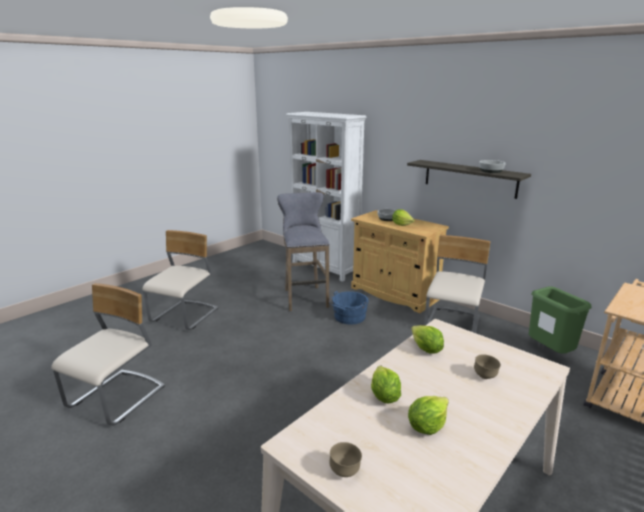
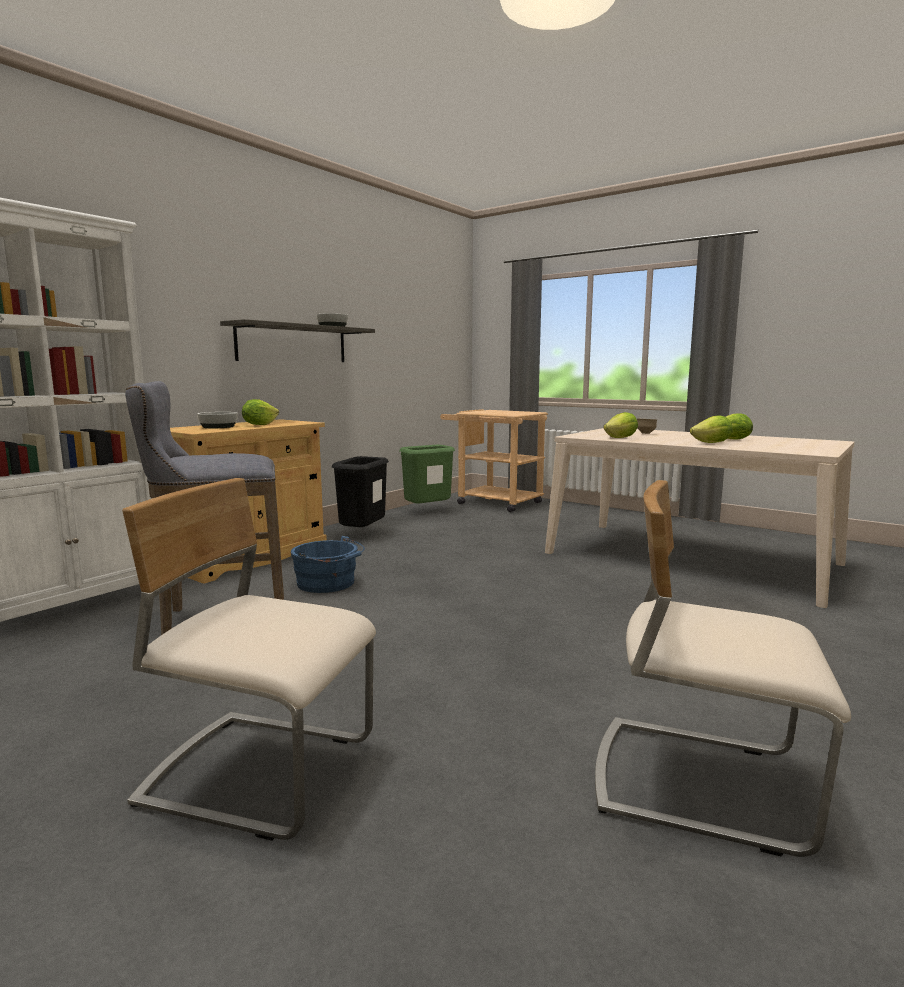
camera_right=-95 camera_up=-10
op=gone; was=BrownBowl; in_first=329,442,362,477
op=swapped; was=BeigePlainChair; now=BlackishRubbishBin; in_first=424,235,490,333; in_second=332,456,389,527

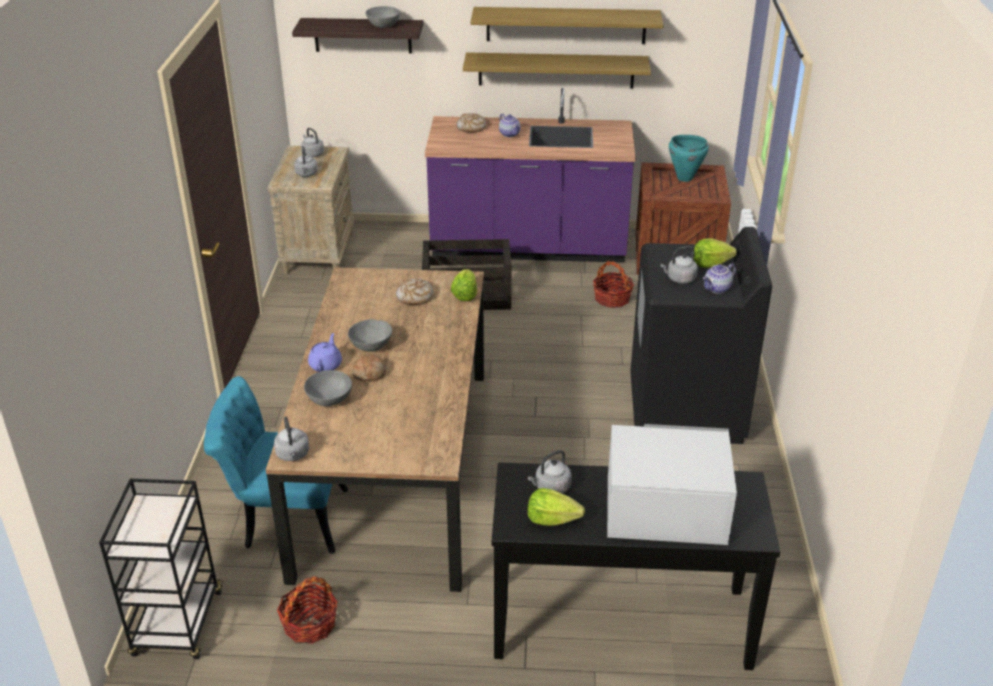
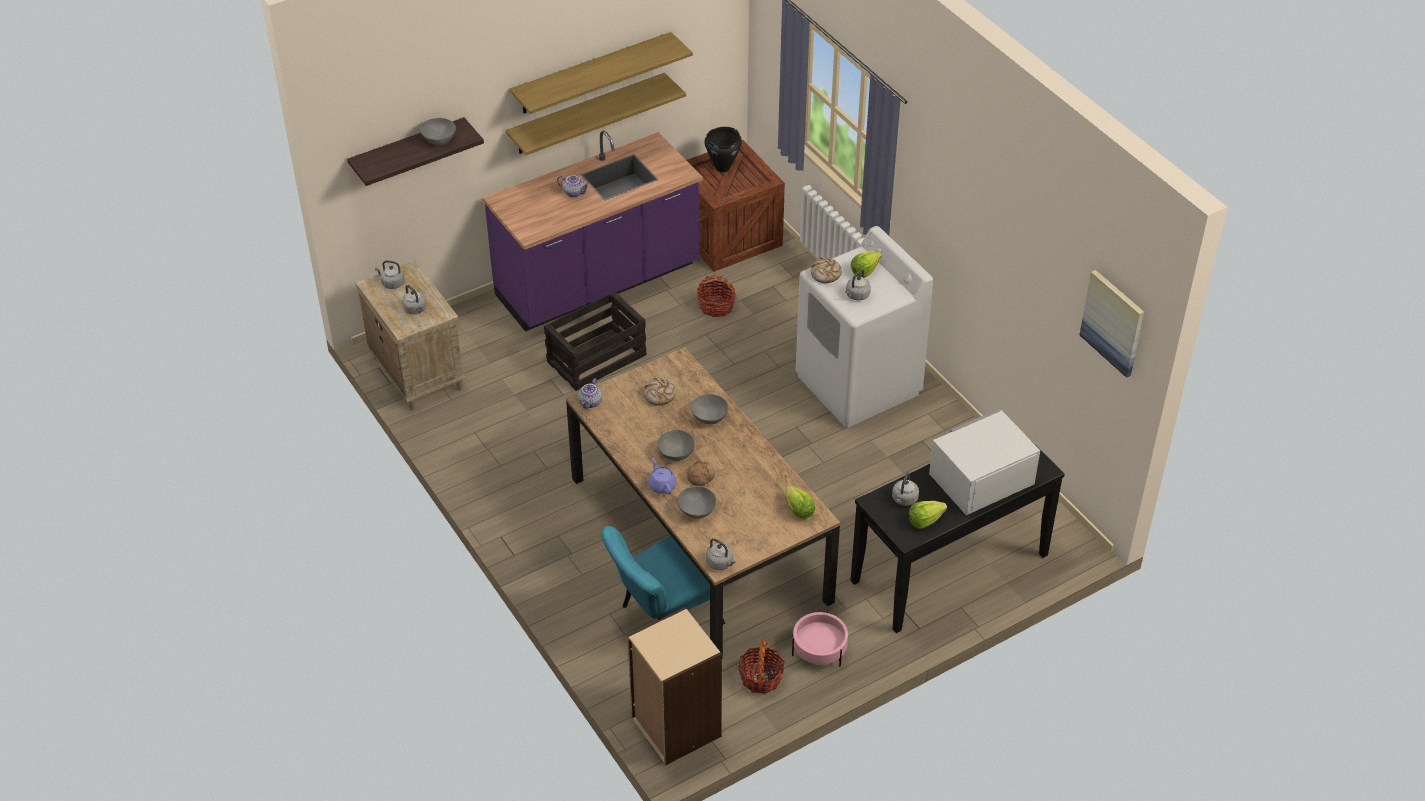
camera_right=-35 camera_up=10
op=swapped; was=BlackishWheeledCart; now=BeigeBookcase; in_first=99,479,223,659; in_second=627,607,722,766
op=shifted; was=HeadOfLettuce; in_first=451,269,477,301; in_second=786,485,815,519
op=shifted; was=Bread; in_first=456,113,486,133; in_second=811,257,842,283
op=repainted; was=BlackishLaundryMachine; now=WhitishLaundryMachine; in_first=630,227,772,444; in_second=796,226,933,428
op=repainted; was=TurquoiseSaucepot; now=BlackishSaucepot; in_first=669,135,709,182; in_second=704,127,742,172
op=shifted; was=TeaPot; in_first=703,263,736,294; in_second=578,378,602,409
op=new; now=GreyBowl; in_second=691,394,728,424
op=new; now=PinkFlowerPot; in_second=792,612,848,667
op=new; now=Picture; in_second=1080,270,1144,378

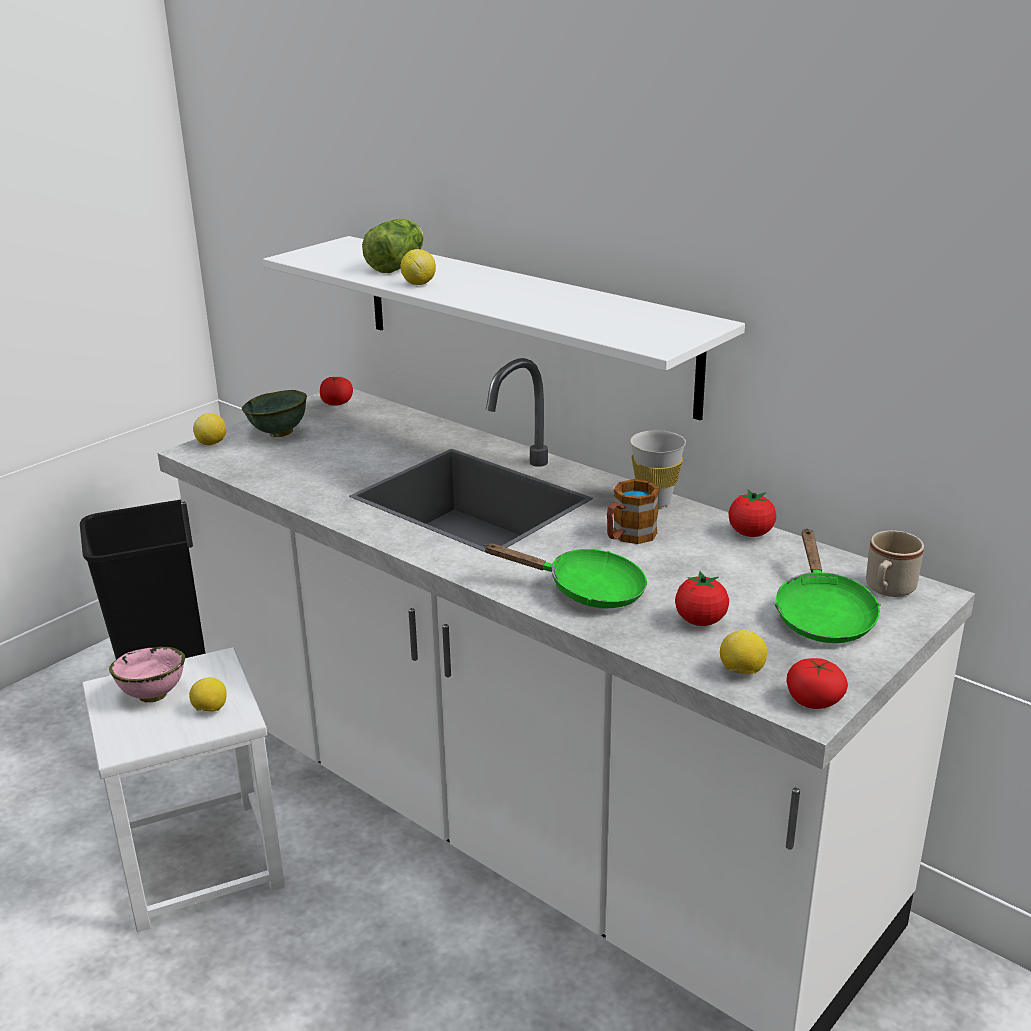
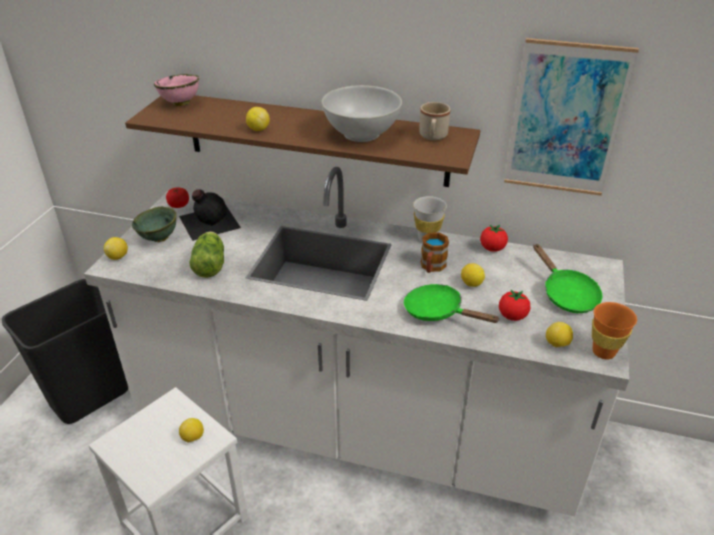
camera_right=-25 camera_up=10
op=shifted; was=PinkBowl; in_first=109,647,186,703; in_second=154,74,199,106
op=repainted; was=WhitishShelf; now=BrownShelf; in_first=263,236,745,421; in_second=125,95,480,187
op=shifted; was=HeadOfLettuce; in_first=362,218,424,273; in_second=189,232,224,278
op=rotated; was=GreenishPan; in_first=483,543,647,608; in_second=404,284,500,323; clockwise=-135
op=swapped; was=WholeTomato; now=OrangeyCup; in_first=786,658,848,709; in_second=592,302,637,360
op=shifted; was=BeigeMug; in_first=866,530,924,597; in_second=419,102,451,141
op=new; now=BlackishBeverageBottle; in_second=179,189,241,241
op=new; now=WhitishBowl; in_second=321,85,402,142
op=new; now=WholeLemon; in_second=461,263,485,287
op=new; now=Picture; in_second=504,38,639,196

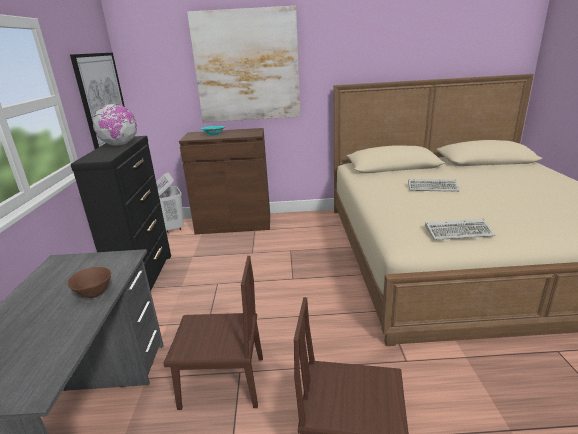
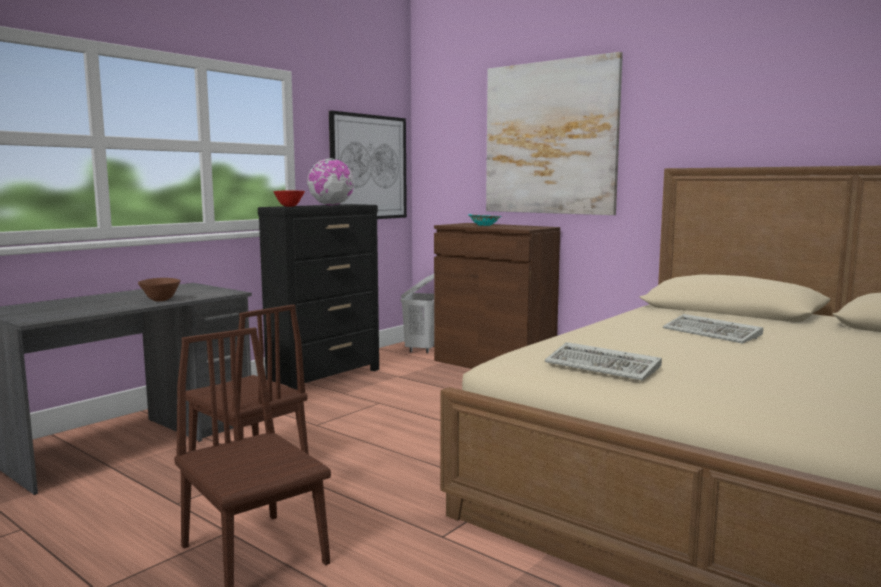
camera_right=40 camera_up=-15
op=new; now=RedBowl; in_second=273,191,305,207

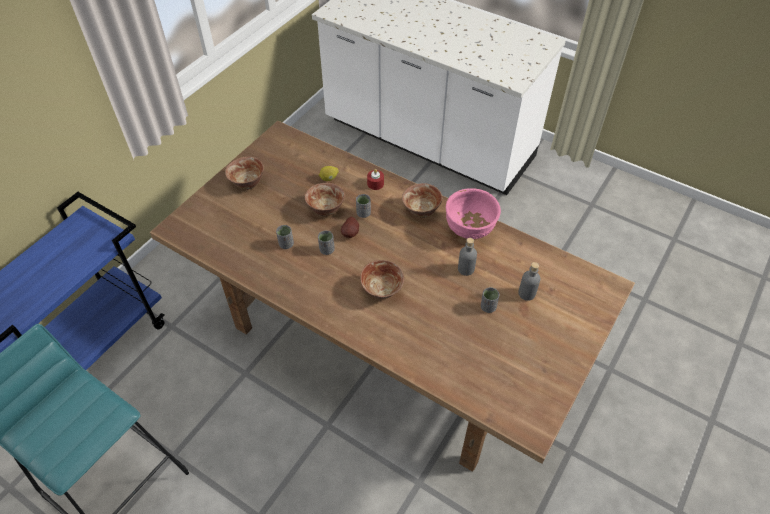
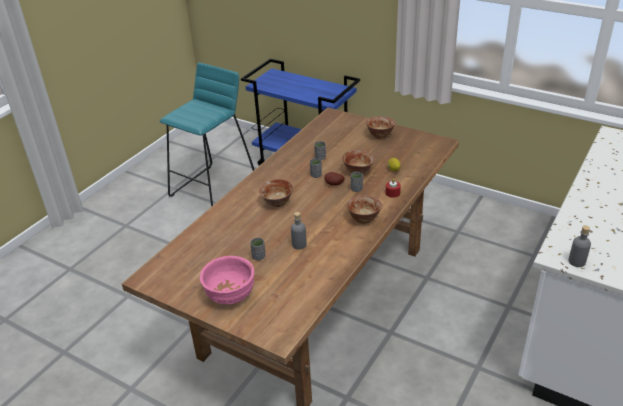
camera_right=90 camera_up=-15
op=shifted; was=PinkBowl; in_first=446,188,501,239; in_second=200,256,254,305
op=shifted; was=GreyBeverageBottle; in_first=518,262,540,301; in_second=568,225,591,267

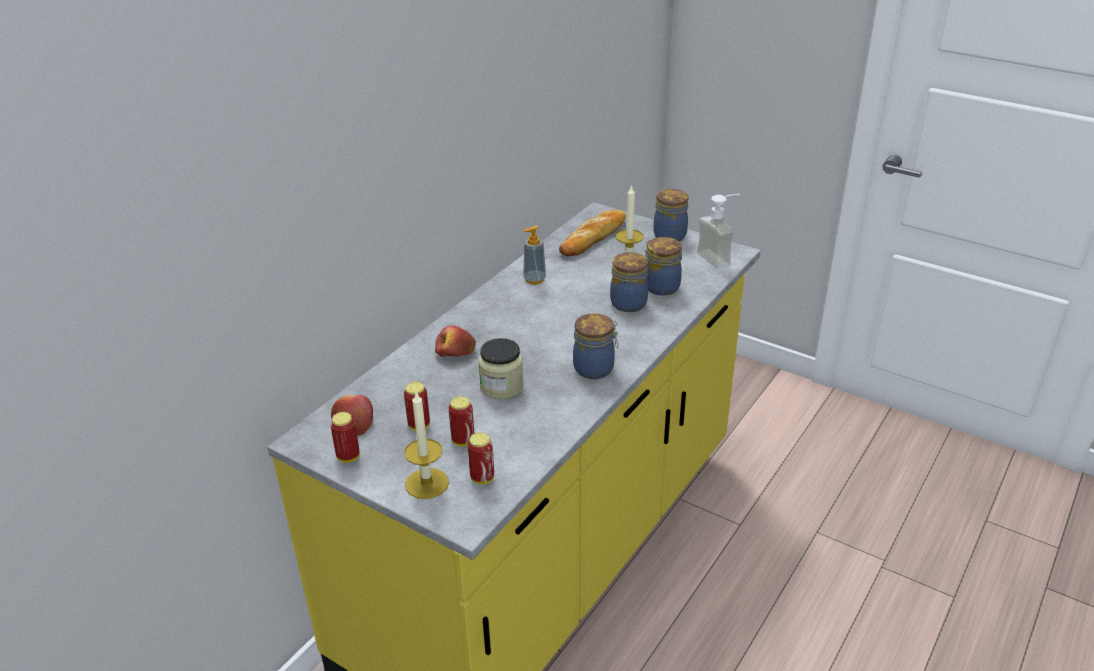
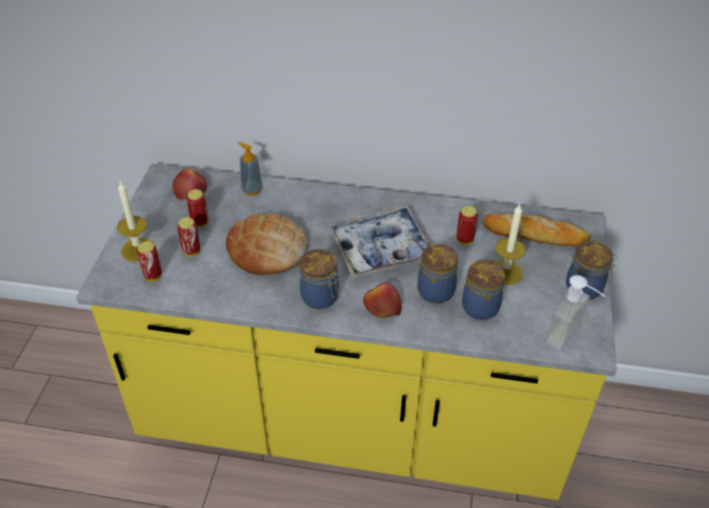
camera_right=65 camera_up=10
op=shifted; was=SealedCan; in_first=330,412,360,463; in_second=457,206,478,245
op=shifted; was=AppleFruit; in_first=435,325,476,357; in_second=363,282,402,318
op=swapped; was=StorageJar; now=Bread; in_first=478,338,523,399; in_second=226,213,307,275
op=shifted; was=SoapDispenser; in_first=523,225,546,284; in_second=238,142,263,196
op=new; now=ServingTray; in_second=329,206,430,277

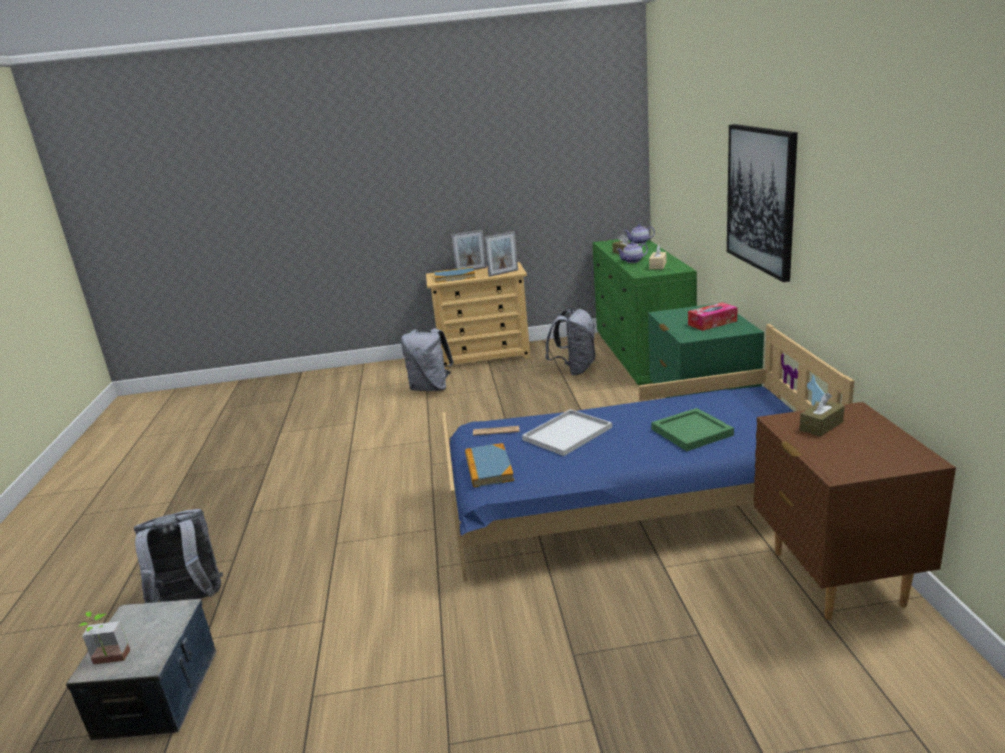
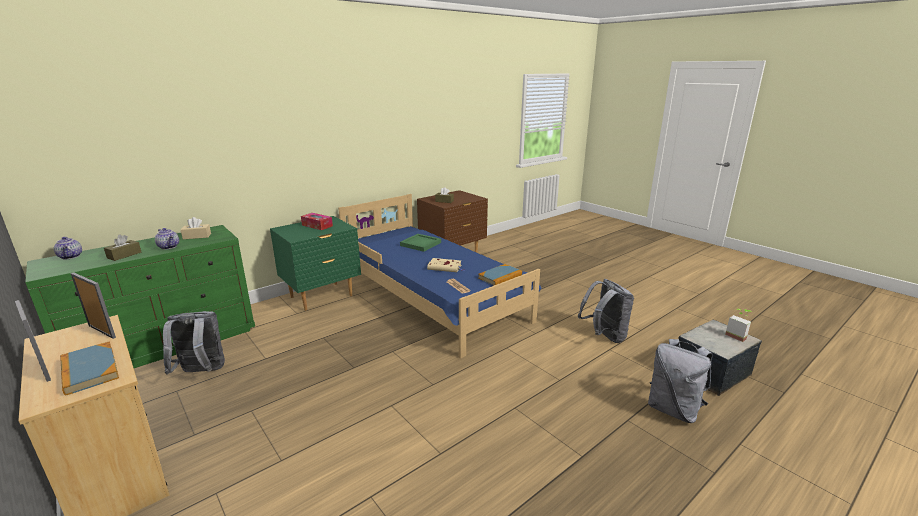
camera_right=-125 camera_up=0
op=shifted; was=GreyBackpack; in_first=401,328,454,391; in_second=578,279,634,343
op=swapped; was=WhitishServingTray; now=BeigeBook; in_first=522,409,612,456; in_second=427,258,464,272
op=gone; was=Picture; in_first=727,124,798,282

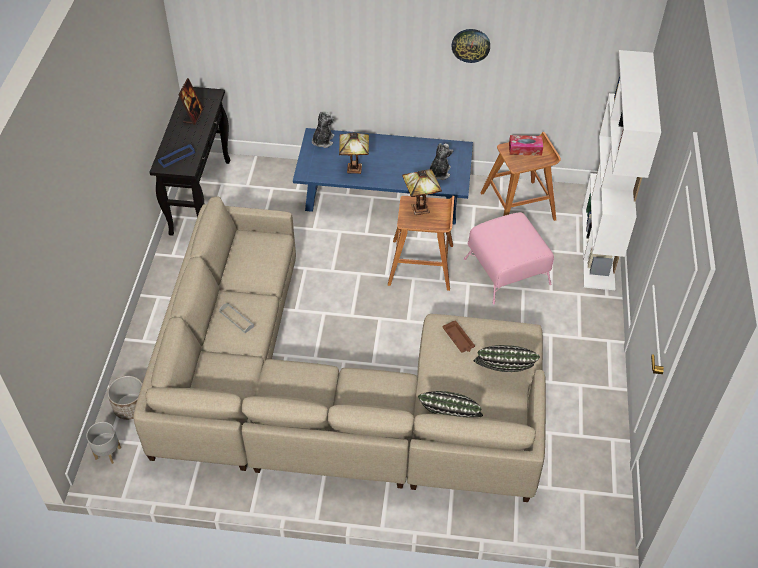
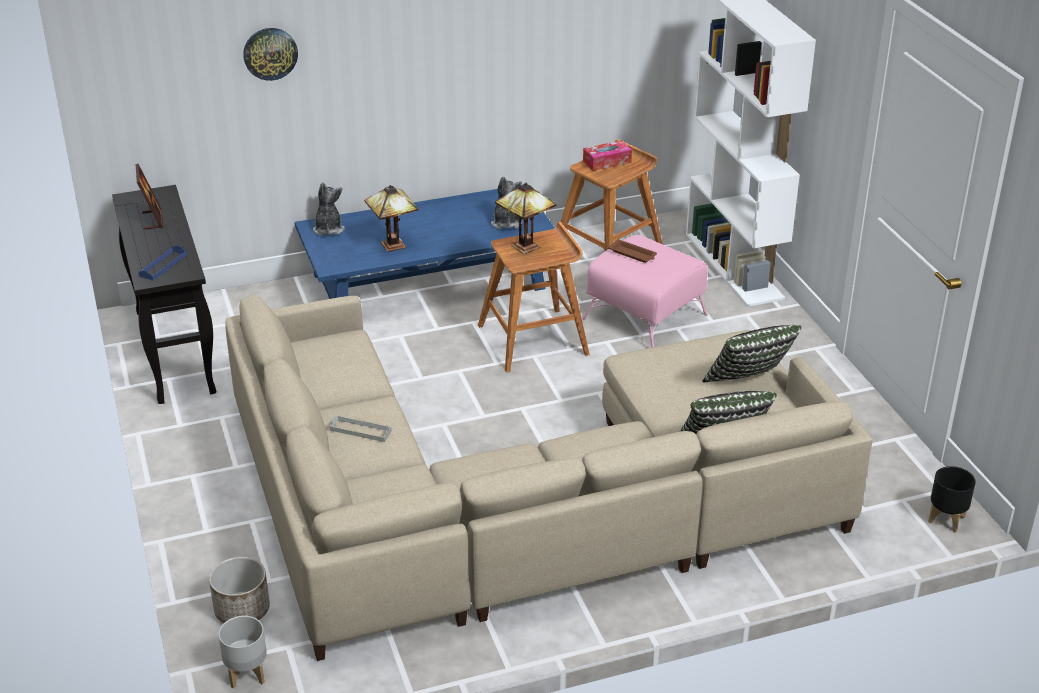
camera_right=-25 camera_up=-15
op=shifted; was=BrownServingTray; in_first=442,320,475,353; in_second=608,239,657,263
op=shifted; was=HangingClock; in_first=452,29,490,63; in_second=243,28,298,81
op=new; now=BlackishFlowerPot; in_second=928,466,976,532

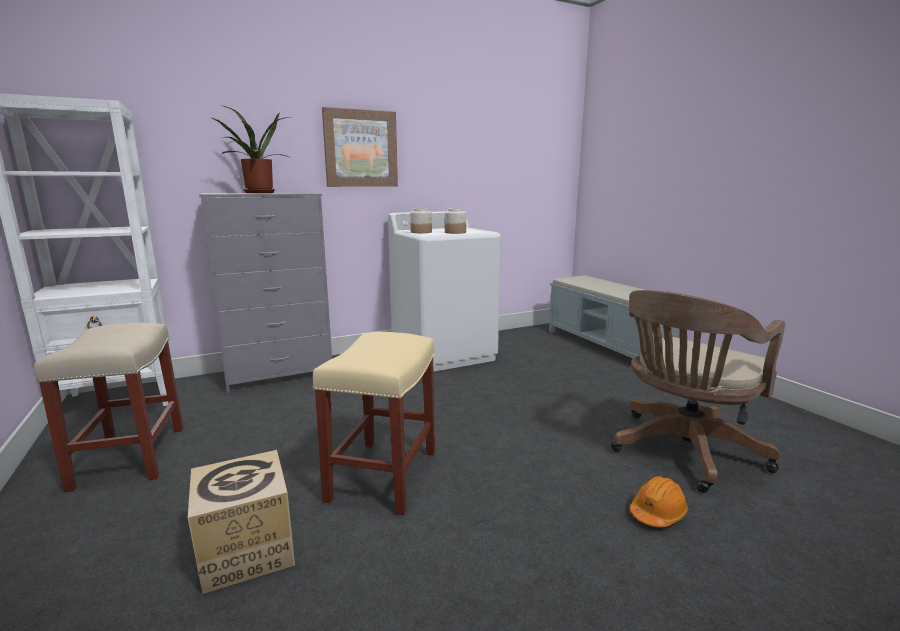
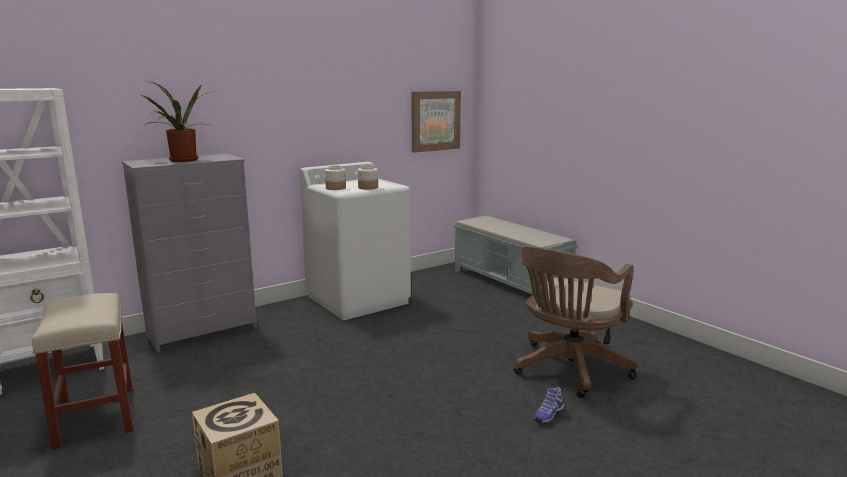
camera_right=-10 camera_up=0
op=gone; was=BeigeStool; in_first=313,332,435,515
op=shifted; was=Picture; in_first=322,107,398,187; in_second=411,91,461,153
op=swapped; was=OrangeyWorkHelmet; now=LowShoe; in_first=630,476,688,527; in_second=534,387,564,424

